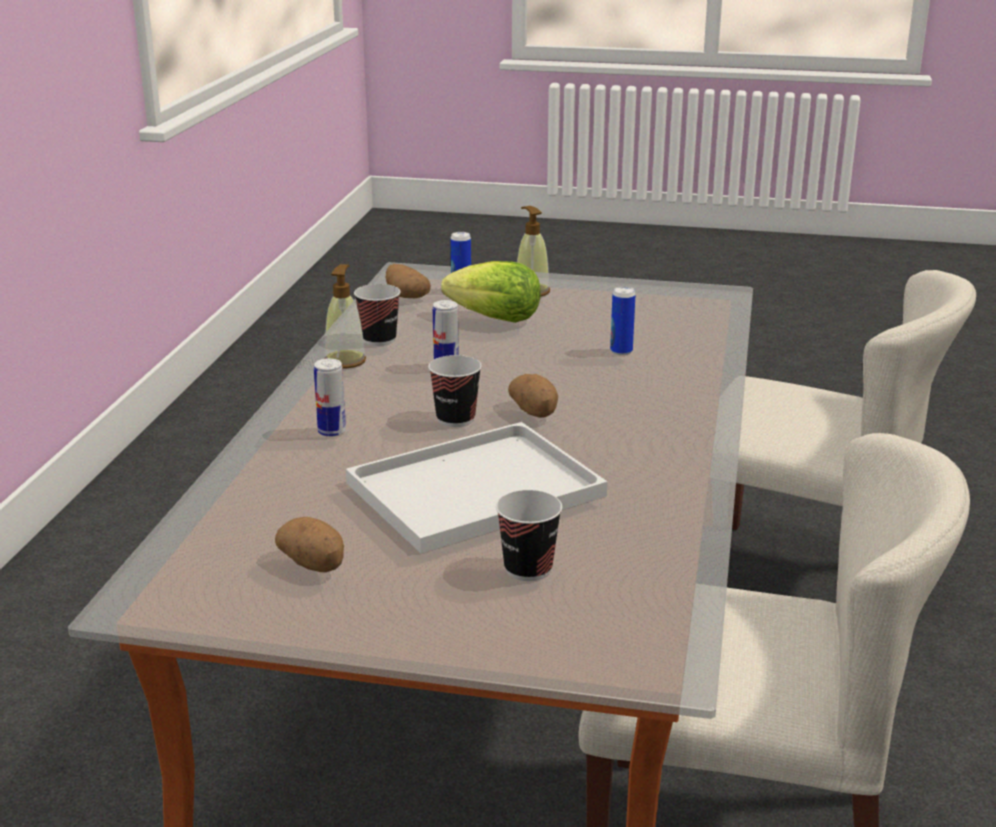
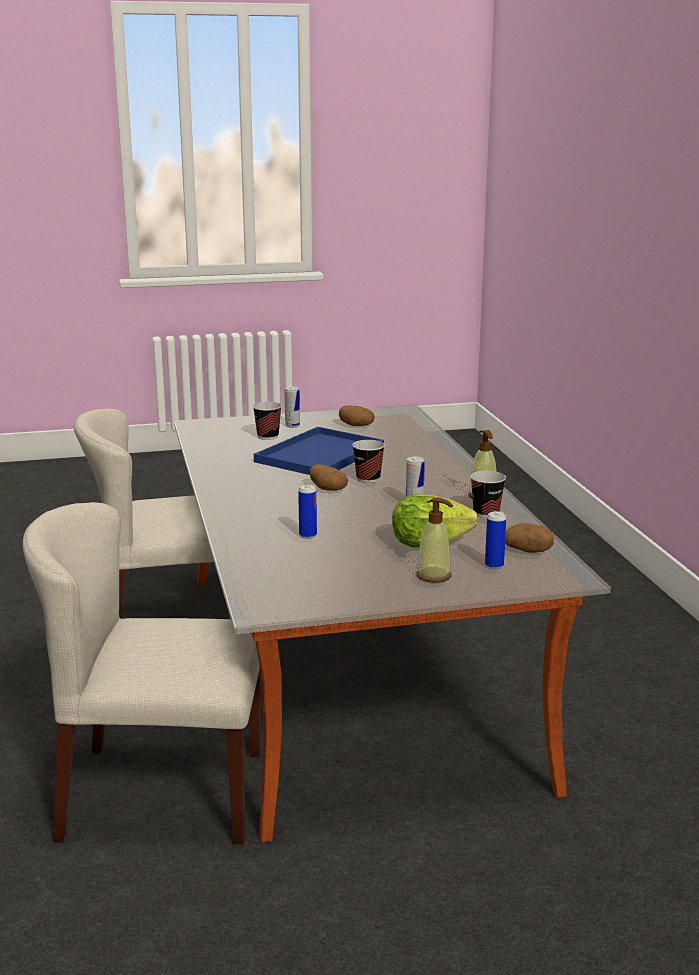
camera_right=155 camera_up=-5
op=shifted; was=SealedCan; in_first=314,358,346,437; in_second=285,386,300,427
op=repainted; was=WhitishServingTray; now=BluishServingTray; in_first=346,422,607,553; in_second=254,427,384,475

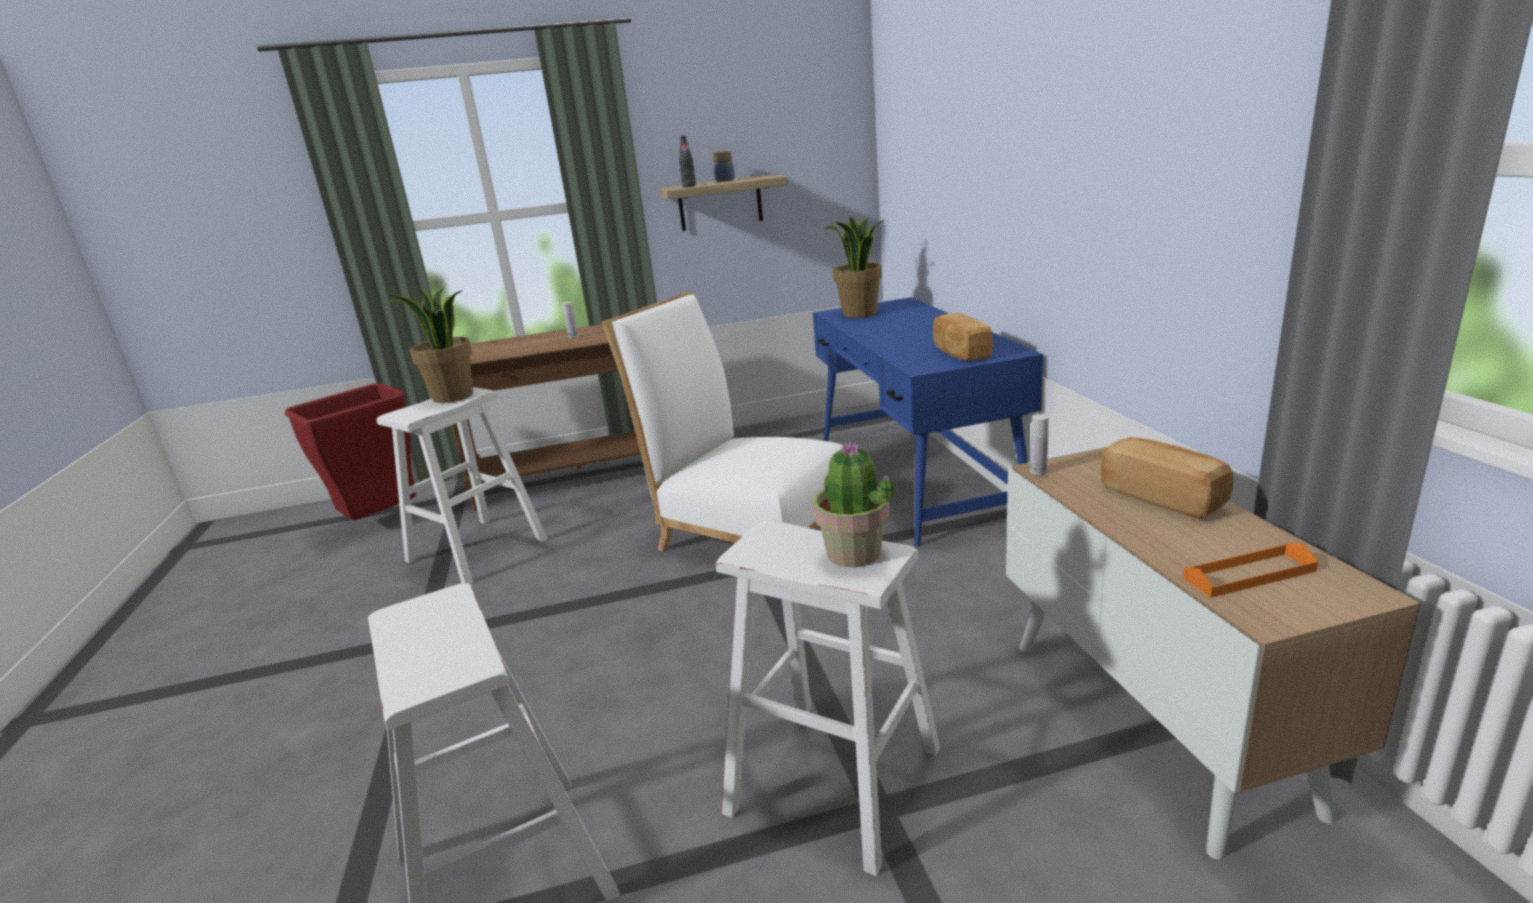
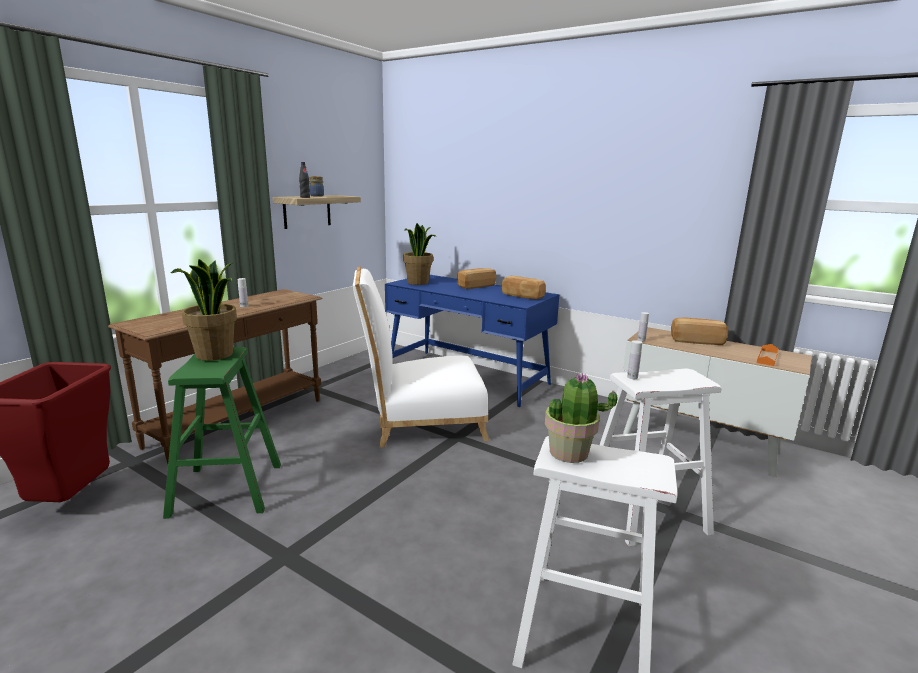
camera_right=-45 camera_up=-5
op=repainted; was=WhitishStool; now=GreenishStool; in_first=376,387,547,584; in_second=163,347,281,519
op=shifted; was=PottedPlant; in_first=813,442,894,567; in_second=545,373,618,463
op=new; now=Bread; in_second=457,268,496,289
op=new; now=WhitishBeverageBottle; in_second=627,340,642,379

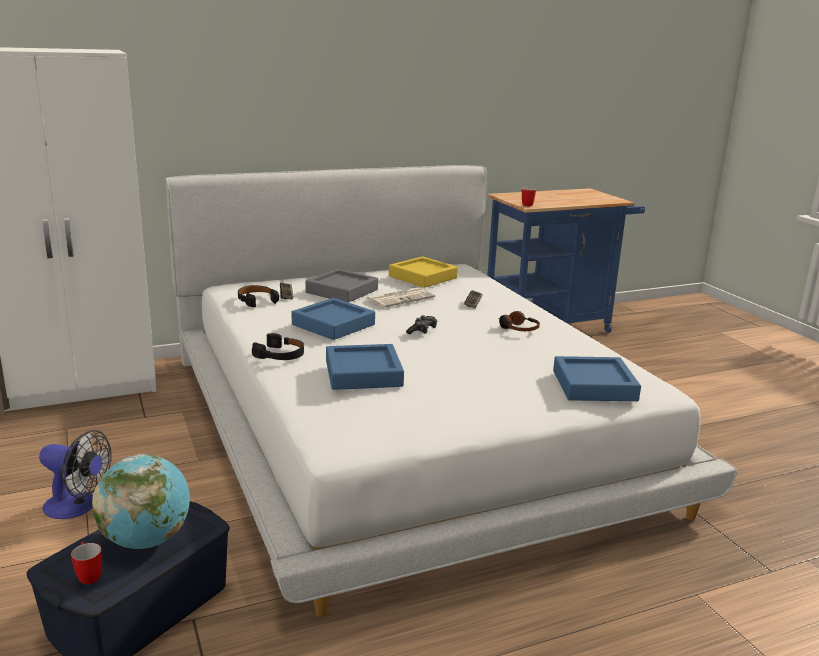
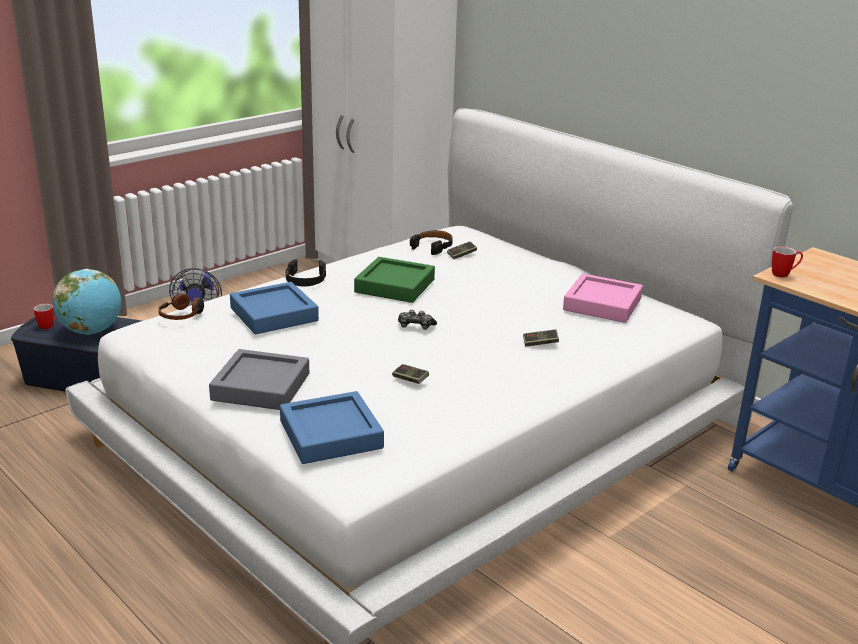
camera_right=70 camera_up=5
op=repainted; was=BluishServingTray; now=GreenishServingTray; in_first=291,298,375,340; in_second=354,257,435,303
op=shifted; was=GreyServingTray; in_first=305,269,378,303; in_second=209,349,309,410
op=gone; was=DailyPaper; in_first=365,287,435,308
op=repainted; was=YellowColouredServingTray; now=PinkServingTray; in_first=389,256,458,288; in_second=563,274,643,323
op=shifted; was=Headphones; in_first=498,311,540,331; in_second=158,293,204,320
op=new; now=Joypad; in_second=392,364,429,384

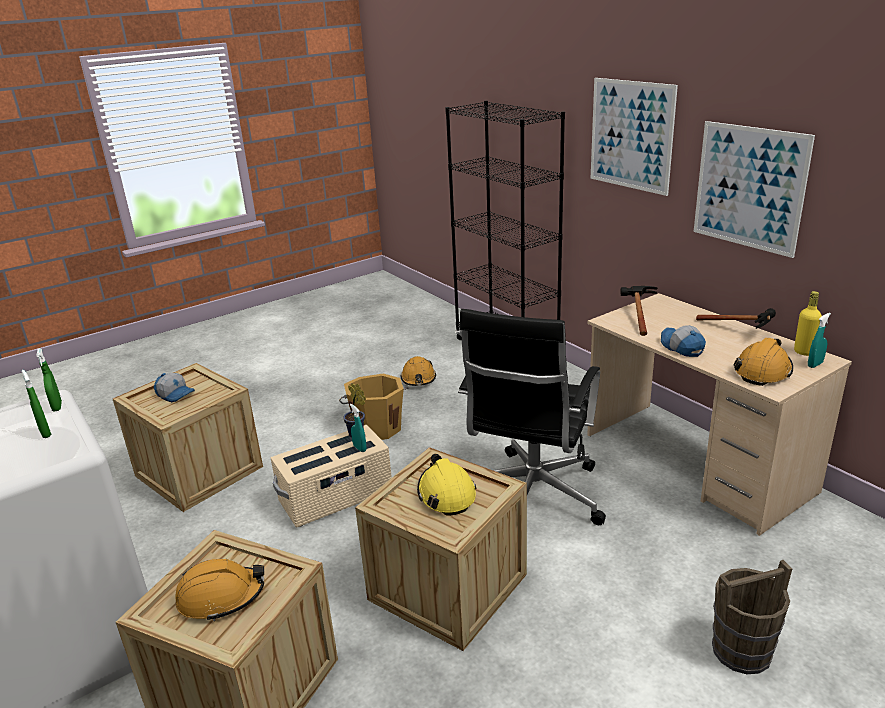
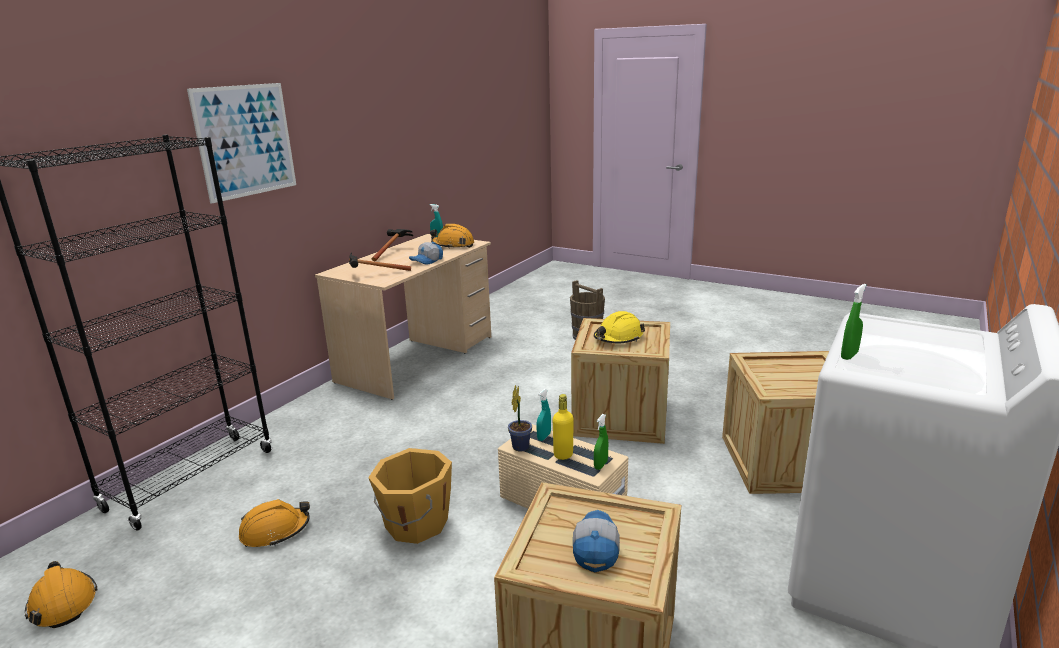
camera_right=-115 camera_up=-5
op=shifted; was=GreenishSprayBottle; in_first=22,370,52,438; in_second=594,414,608,470
op=shifted; was=OrangeyWorkHelmet; in_first=176,559,265,621; in_second=25,561,97,628
op=gone; was=BlackishComputerChair; in_first=458,309,606,525
op=gone; was=Picture; in_first=694,121,815,258
op=shifted; was=YellowColouredBeverageBottle; in_first=794,291,822,356; in_second=553,394,574,460

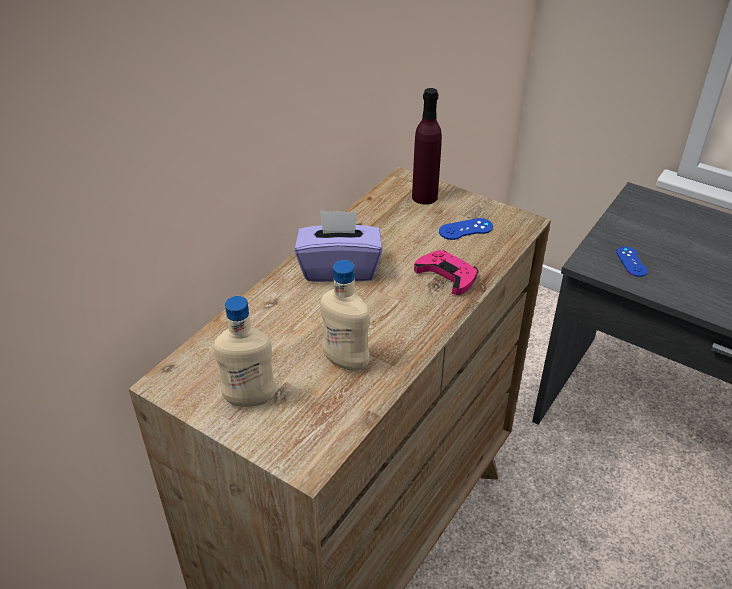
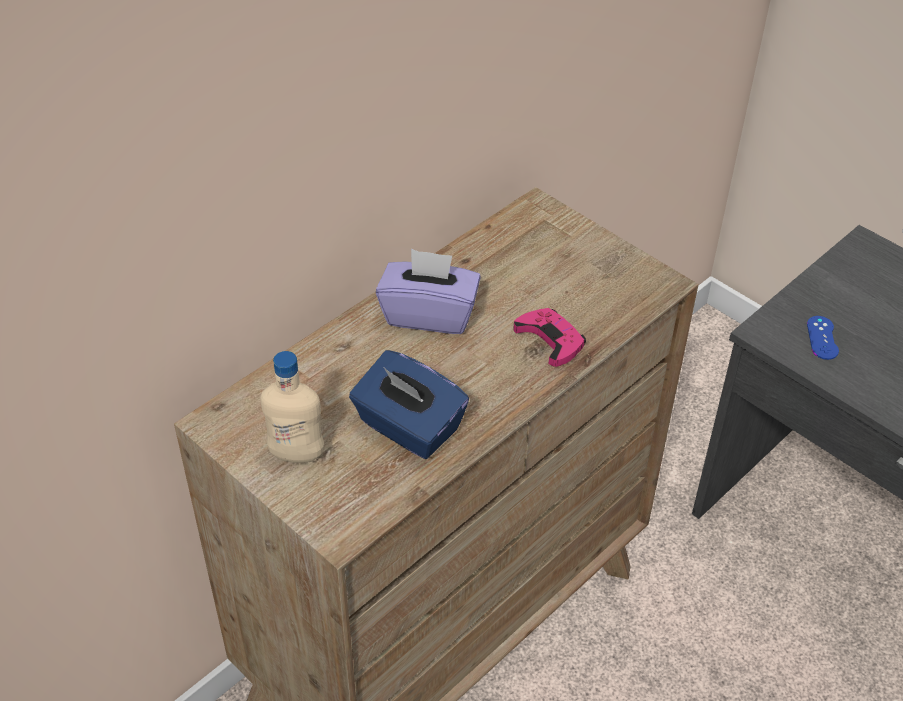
camera_right=10 camera_up=5
op=swapped; was=BeigeBeverageBottle; now=BluishBoxOfTissues; in_first=320,260,370,371; in_second=349,350,469,459
op=gone; was=PurpleColouredBeverageBottle; in_first=412,88,442,205
op=gone; was=BluishJoypad; in_first=439,218,493,240

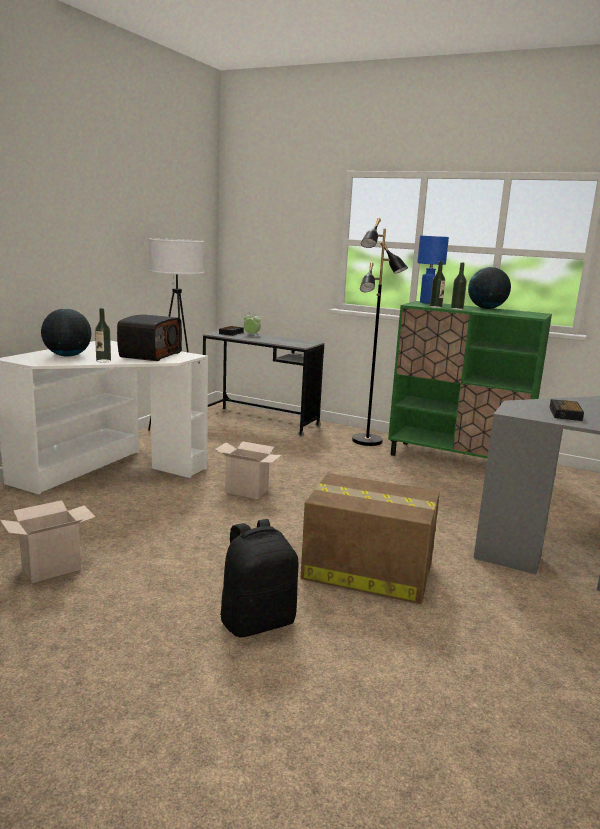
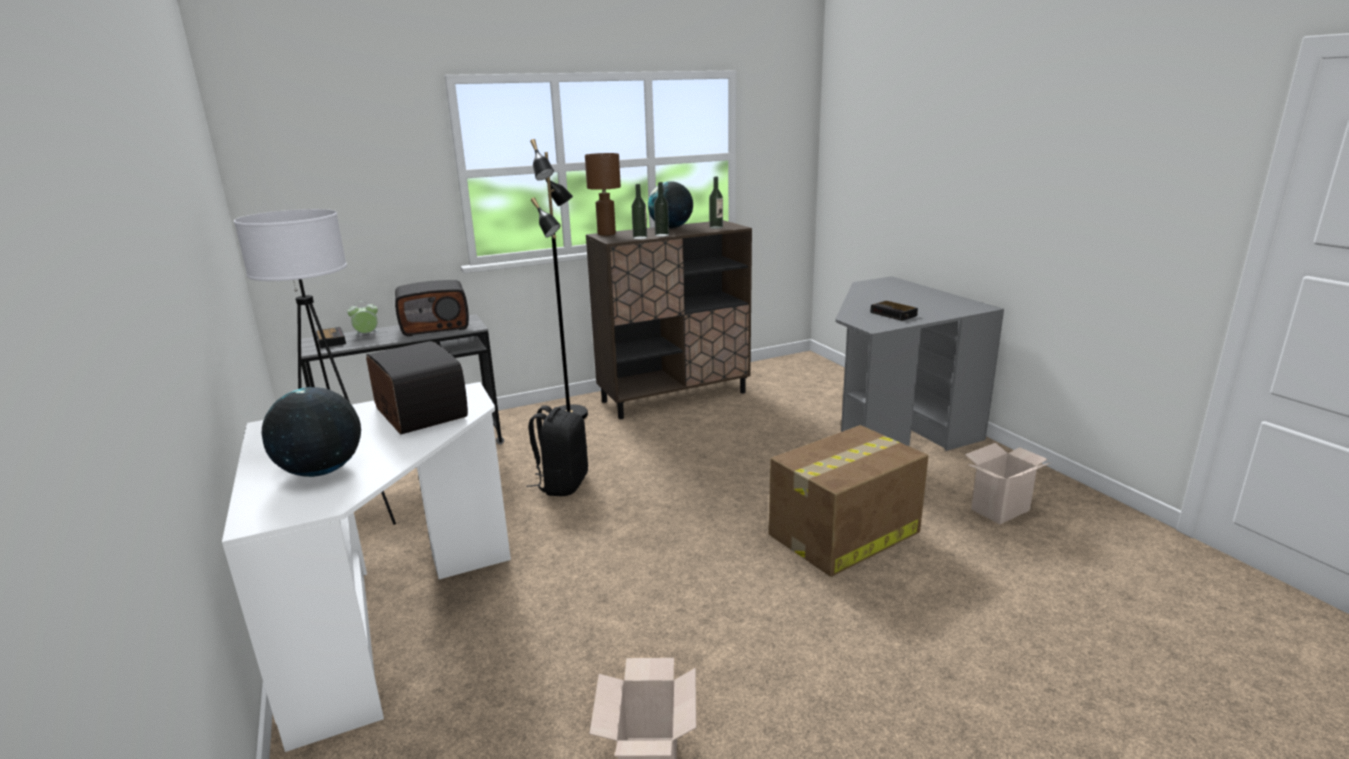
camera_right=-50 camera_up=5
op=shifted; was=BeverageBottle; in_first=95,308,111,363; in_second=709,177,723,229
op=shifted; was=PackingBox; in_first=215,441,282,499; in_second=965,443,1050,524
op=shifted; was=BlackishBackpack; in_first=220,519,298,637; in_second=526,405,588,496
op=repainted; was=GreenishStorageCabinet; now=BrownStorageCabinet; in_first=388,301,552,458; in_second=586,220,752,419
op=repainted; was=BluishTableLamp; now=BrownTableLamp; in_first=417,236,449,304; in_second=585,153,621,236
op=new; now=Radio; in_second=395,280,469,336

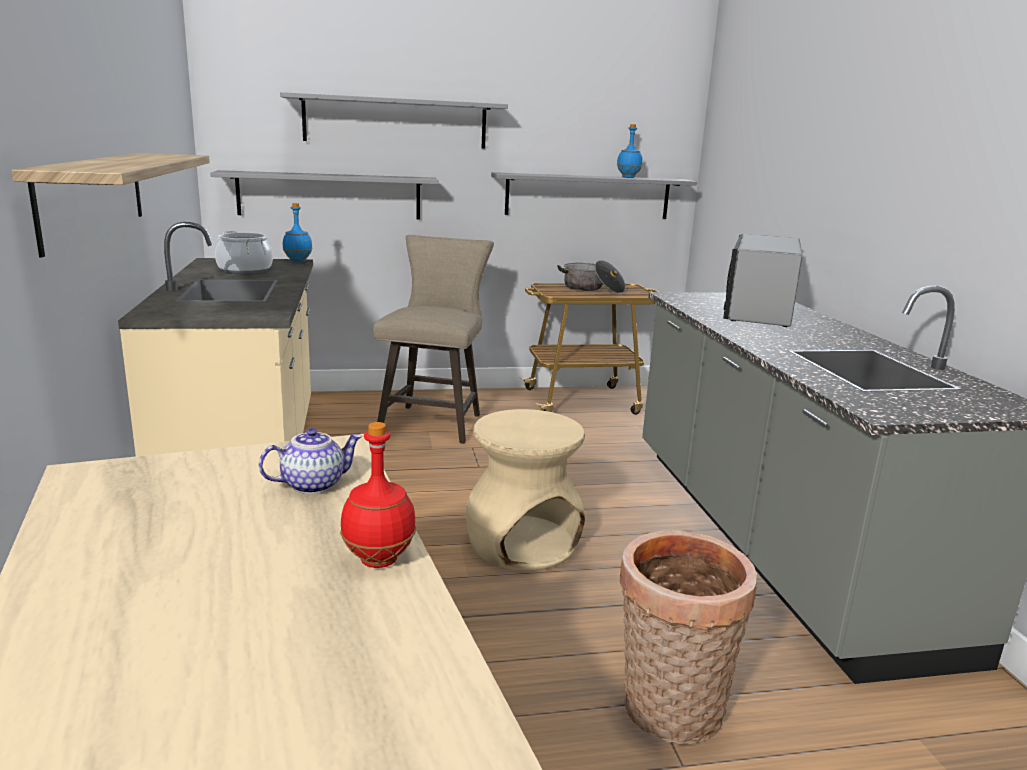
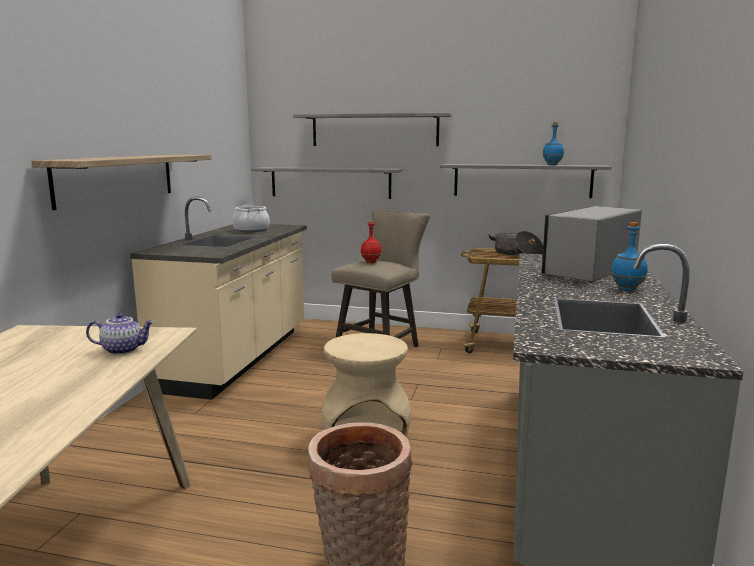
camera_right=25 camera_up=-5
op=shifted; was=BluishBeverageBottle; in_first=282,203,312,263; in_second=611,222,648,291
op=shifted; was=RedBeverageBottle; in_first=340,422,416,568; in_second=361,221,382,263

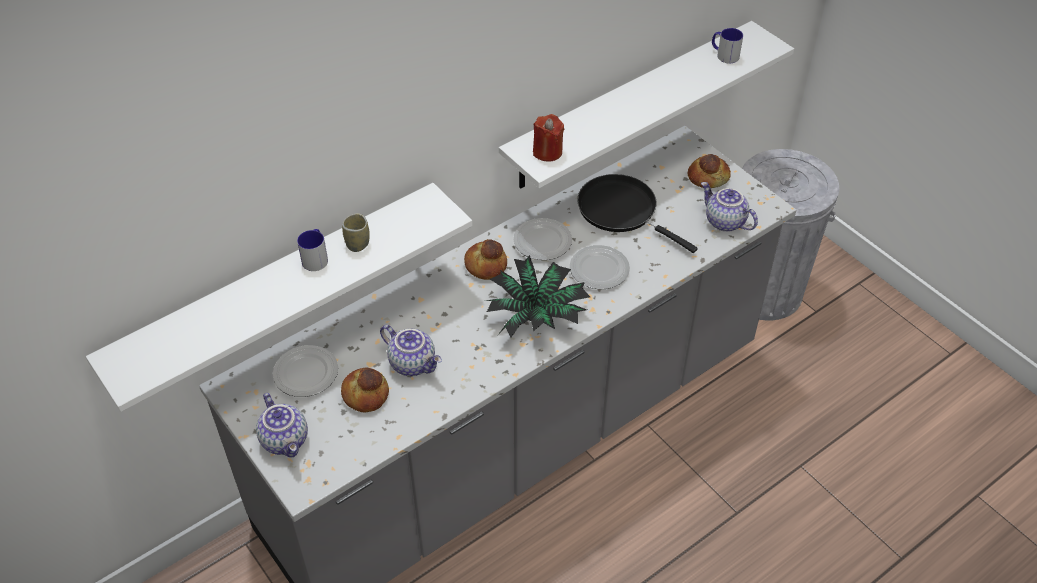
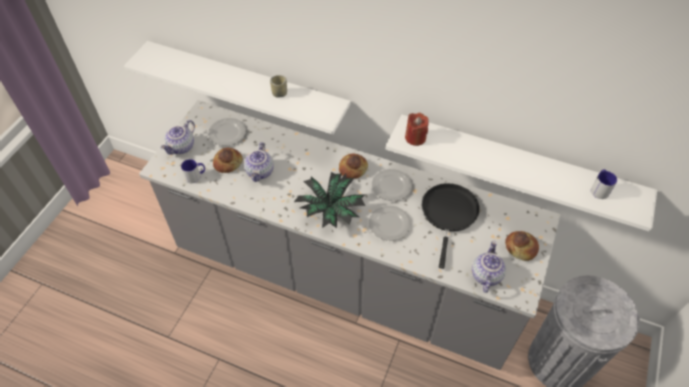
camera_right=60 camera_up=5
op=shifted; was=Mug; in_first=297,229,328,271; in_second=181,159,205,183

